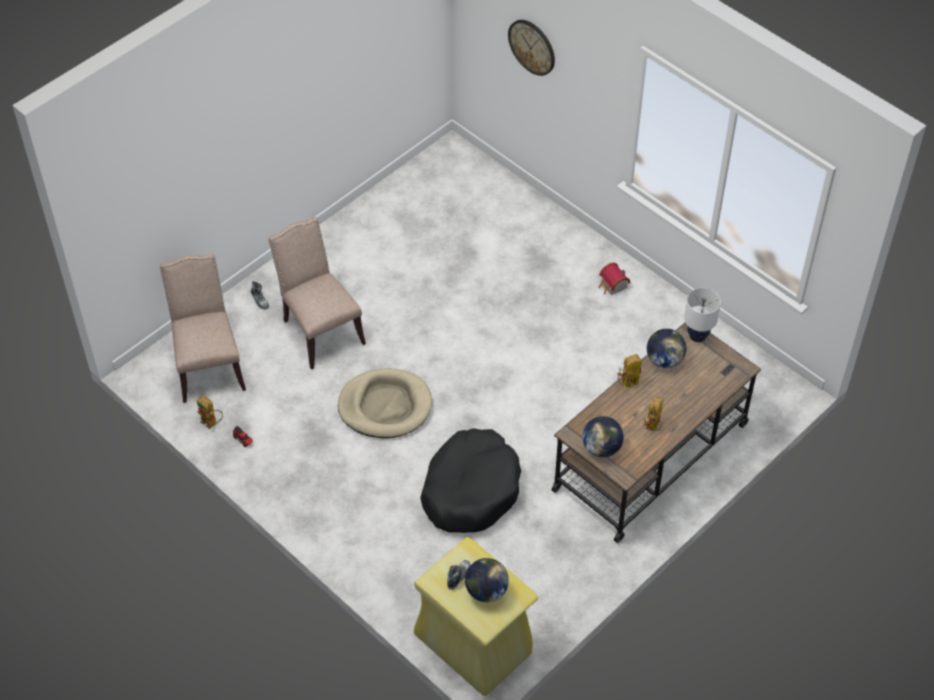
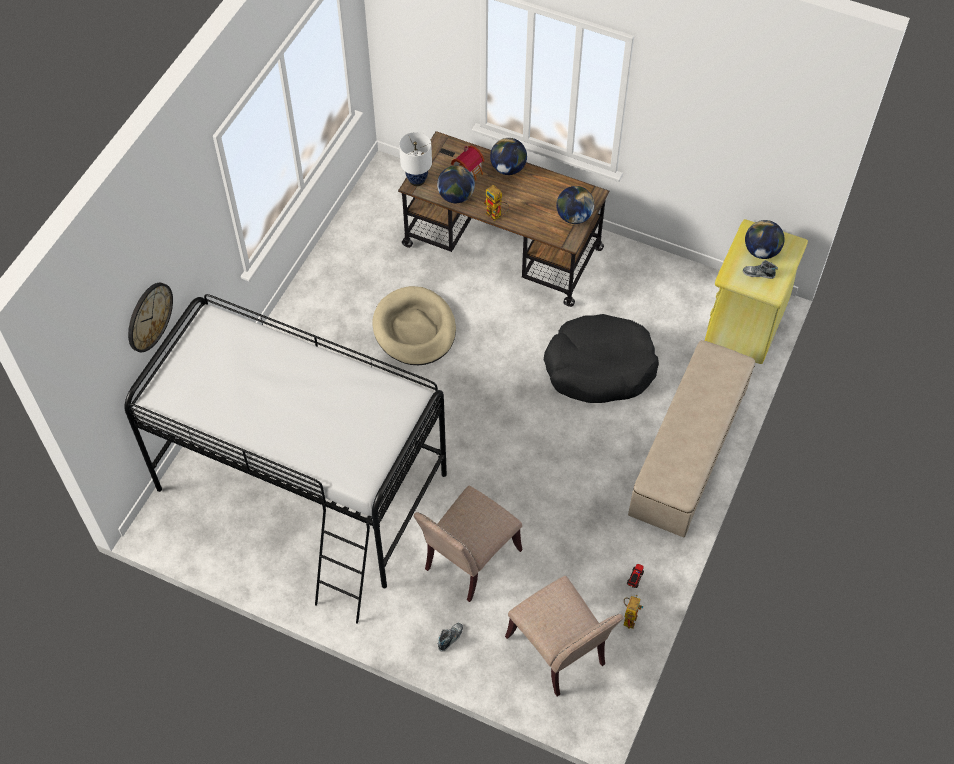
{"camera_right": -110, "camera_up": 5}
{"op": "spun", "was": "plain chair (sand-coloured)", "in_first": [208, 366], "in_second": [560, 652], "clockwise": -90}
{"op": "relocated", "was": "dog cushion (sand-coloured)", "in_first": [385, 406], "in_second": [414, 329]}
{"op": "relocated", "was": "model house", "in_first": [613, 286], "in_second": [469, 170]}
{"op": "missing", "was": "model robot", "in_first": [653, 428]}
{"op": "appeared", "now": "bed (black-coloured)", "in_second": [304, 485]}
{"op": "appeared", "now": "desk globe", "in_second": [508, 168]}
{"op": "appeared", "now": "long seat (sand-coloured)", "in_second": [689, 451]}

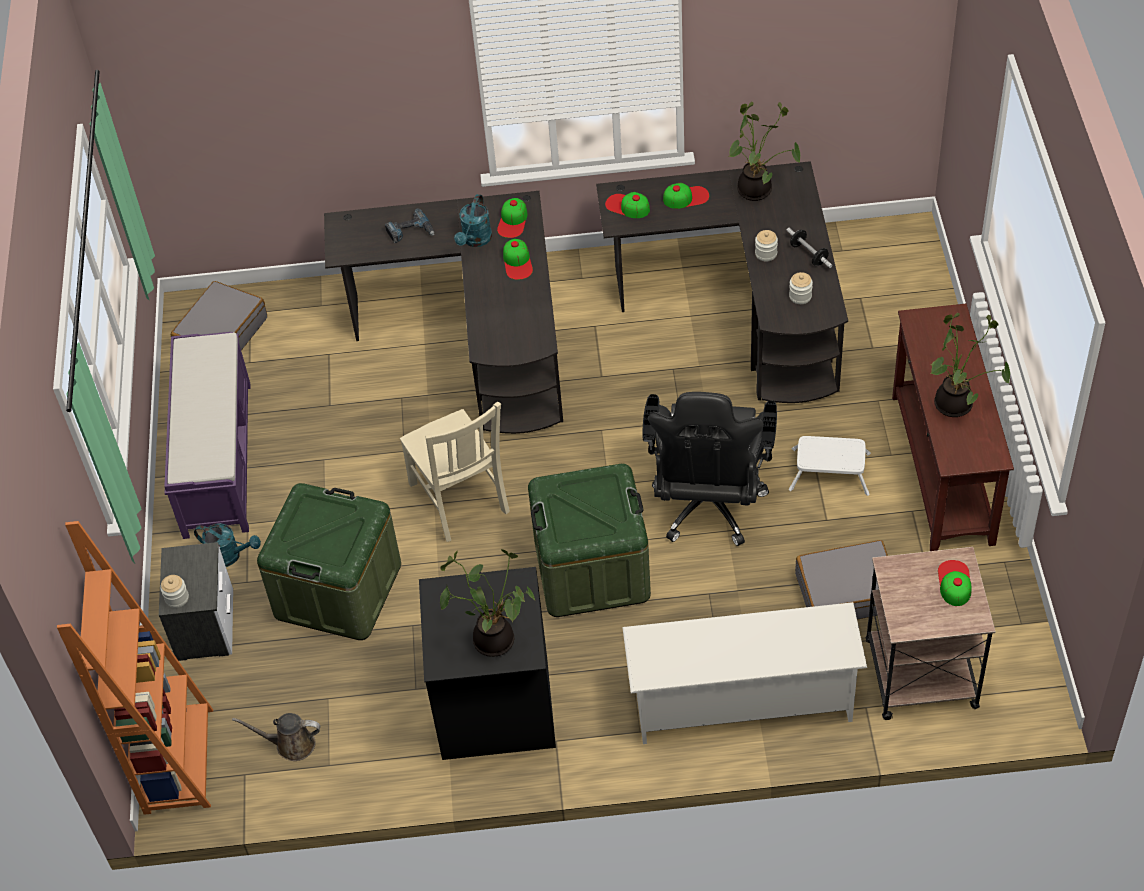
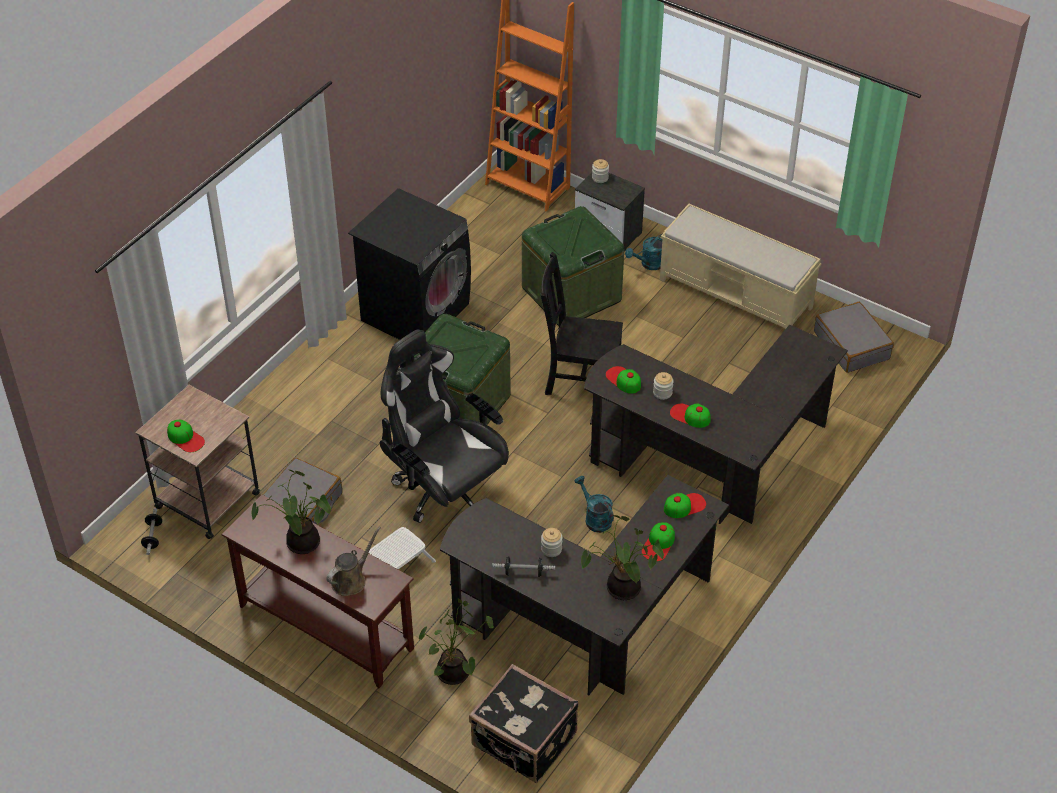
{"camera_right": 125, "camera_up": -5}
{"op": "colour", "was": "long seat (purplish)", "now": "long seat (sand-coloured)", "in_first": [217, 458], "in_second": [736, 294]}
{"op": "relocated", "was": "sprinkling can (brown-coloured)", "in_first": [291, 744], "in_second": [351, 580]}
{"op": "missing", "was": "drill", "in_first": [410, 232]}
{"op": "colour", "was": "plain chair (sand-coloured)", "now": "plain chair (black-coloured)", "in_first": [460, 500], "in_second": [579, 378]}
{"op": "relocated", "was": "houseplant", "in_first": [494, 637], "in_second": [455, 674]}
{"op": "relocated", "was": "sprinkling can (turquoise)", "in_first": [475, 240], "in_second": [595, 518]}
{"op": "relocated", "was": "peaked cap", "in_first": [513, 221], "in_second": [623, 380]}
{"op": "missing", "was": "shoe stand (whitish)", "in_first": [742, 701]}
{"op": "relocated", "was": "jar", "in_first": [800, 296], "in_second": [662, 393]}
{"op": "appeared", "now": "dumbbell", "in_second": [153, 536]}
{"op": "appeared", "now": "suitcase (black-coloured)", "in_second": [523, 742]}

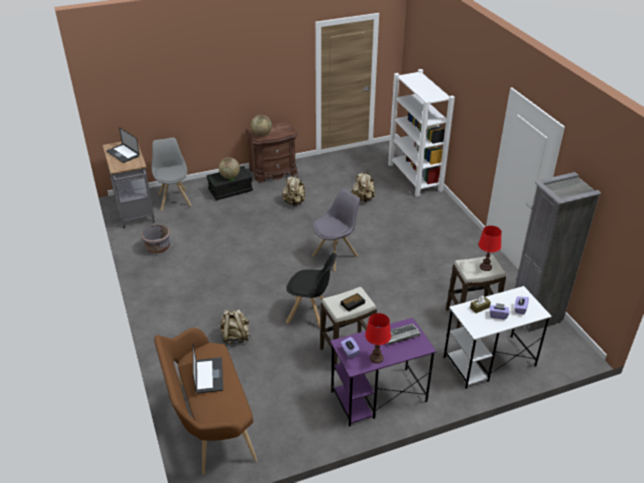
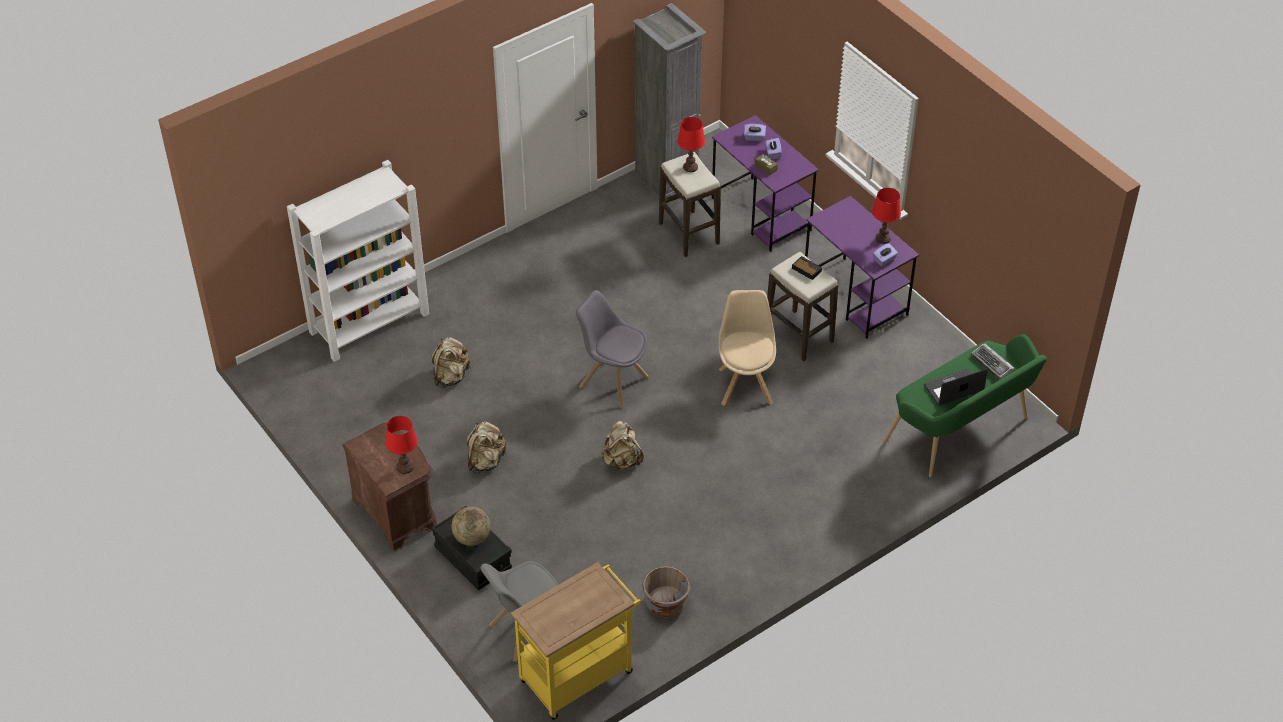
{"camera_right": -105, "camera_up": 10}
{"op": "colour", "was": "trolley (gray)", "now": "trolley (yellowish)", "in_first": [135, 212], "in_second": [579, 675]}
{"op": "missing", "was": "portable computer", "in_first": [123, 154]}
{"op": "colour", "was": "long seat (brown-coloured)", "now": "long seat (greenish)", "in_first": [209, 424], "in_second": [962, 432]}
{"op": "relocated", "was": "knapsack (sand-coloured)", "in_first": [235, 337], "in_second": [621, 460]}
{"op": "exchanged", "was": "desk globe", "now": "tabletop lamp (reddish)", "in_first": [261, 134], "in_second": [404, 467]}
{"op": "colour", "was": "plain chair (black-coloured)", "now": "plain chair (sand-coloured)", "in_first": [310, 314], "in_second": [745, 383]}
{"op": "relocated", "was": "keyboard", "in_first": [400, 336], "in_second": [992, 364]}
{"op": "colour", "was": "desk (whitish)", "now": "desk (purplish)", "in_first": [488, 362], "in_second": [761, 214]}

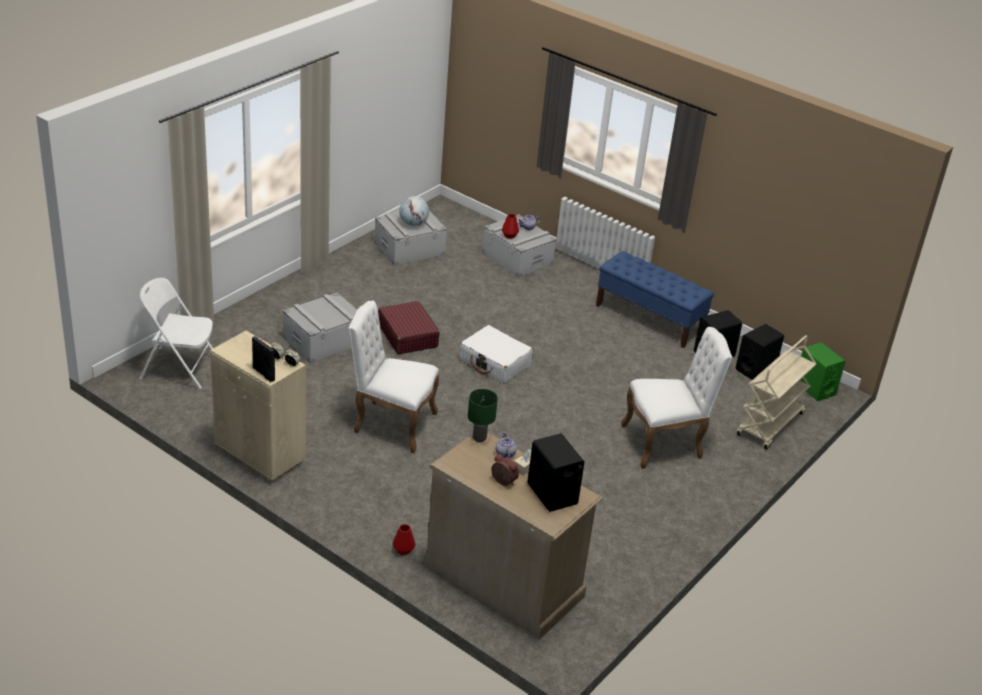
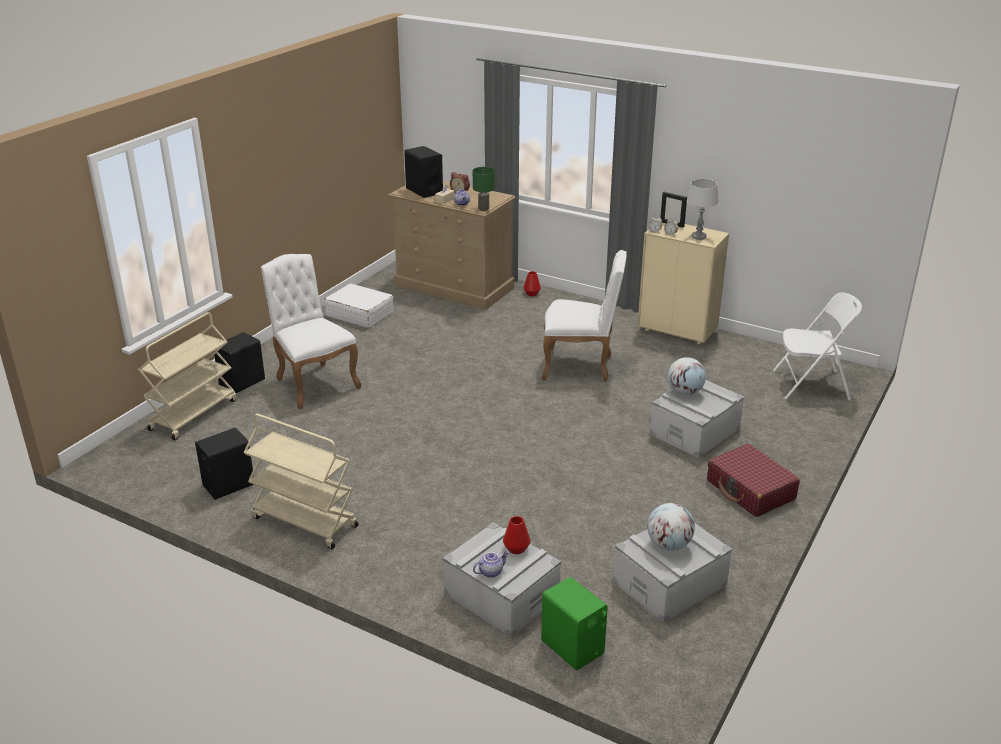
{"camera_right": 175, "camera_up": -5}
{"op": "relocated", "was": "suitcase (reddish)", "in_first": [408, 335], "in_second": [750, 490]}
{"op": "relocated", "was": "suitcase (whitish)", "in_first": [495, 362], "in_second": [359, 314]}
{"op": "exchanged", "was": "long seat (bluish)", "now": "trolley (sand-coloured)", "in_first": [649, 318], "in_second": [303, 522]}
{"op": "spun", "was": "plain chair (whitish)", "in_first": [664, 444], "in_second": [314, 383], "clockwise": 75}
{"op": "relocated", "was": "speaker (black-coloured)", "in_first": [755, 369], "in_second": [242, 382]}
{"op": "relocated", "was": "speaker (greenish)", "in_first": [814, 388], "in_second": [572, 647]}
{"op": "appeared", "now": "desk globe", "in_second": [685, 392]}
{"op": "appeared", "now": "tabletop lamp (gray)", "in_second": [698, 237]}

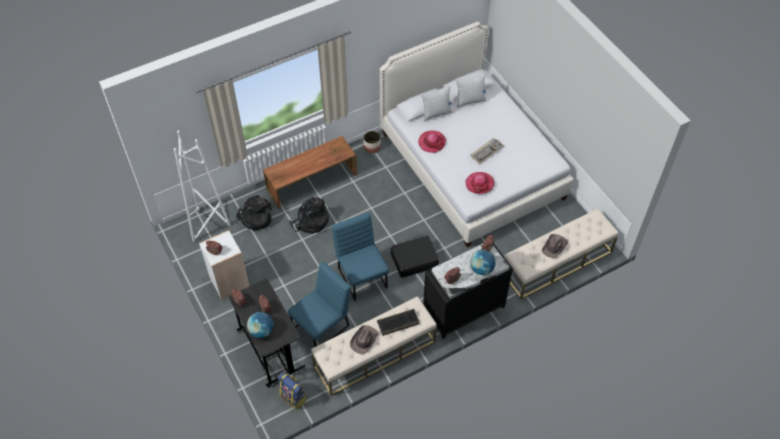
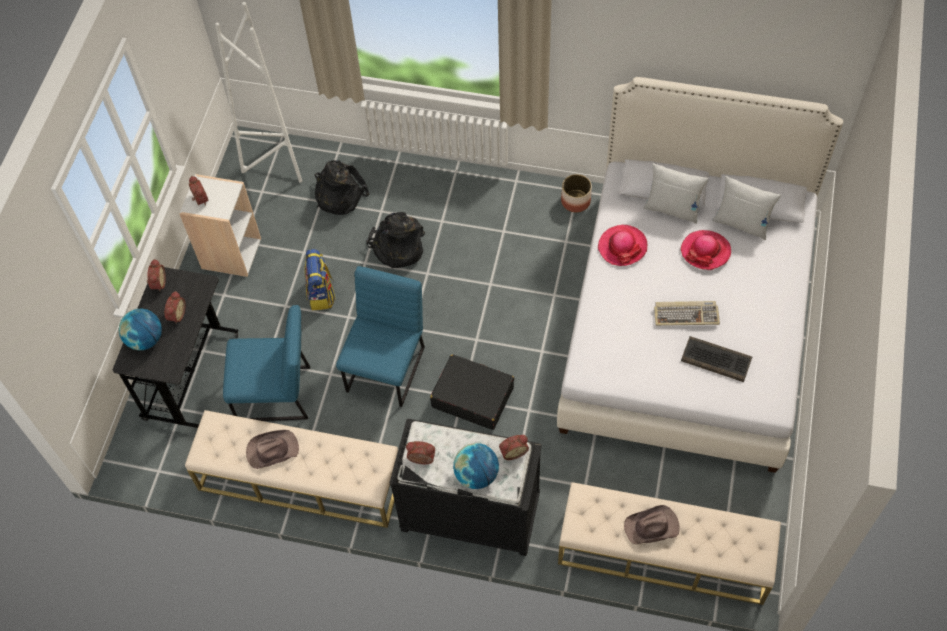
{"camera_right": 45, "camera_up": 5}
{"op": "missing", "was": "long seat (brown-coloured)", "in_first": [312, 181]}
{"op": "relocated", "was": "knapsack", "in_first": [293, 397], "in_second": [321, 294]}
{"op": "relocated", "was": "keyboard", "in_first": [398, 322], "in_second": [717, 359]}
{"op": "relocated", "was": "wearable hat", "in_first": [479, 183], "in_second": [705, 251]}

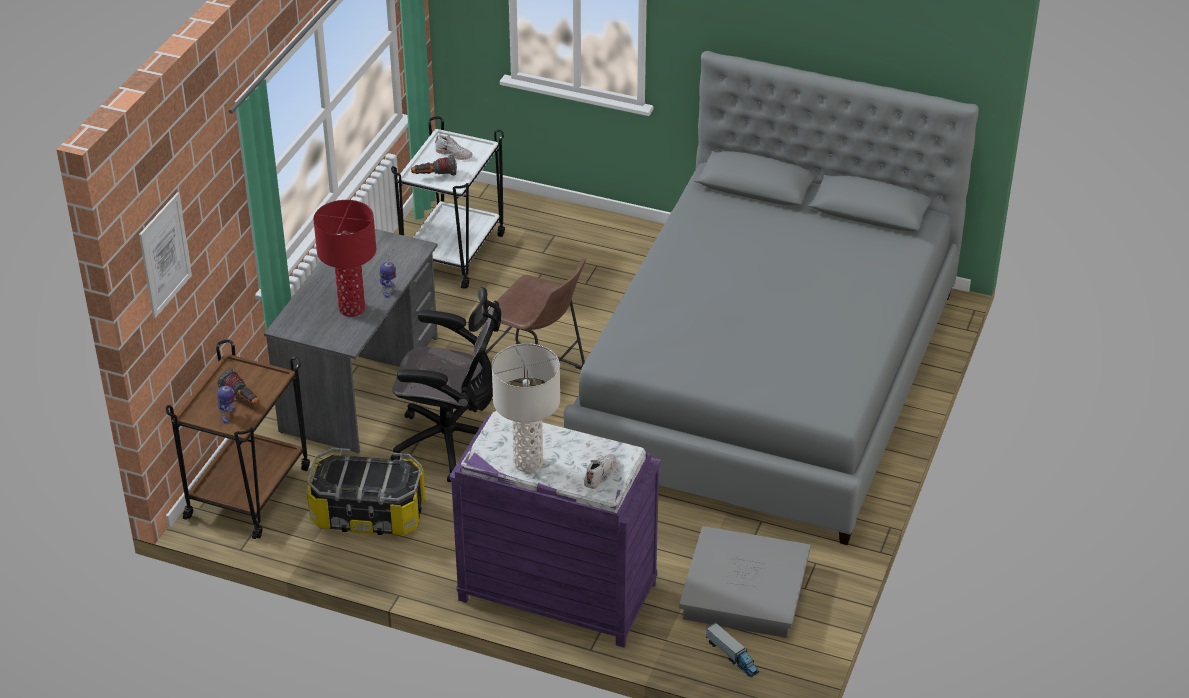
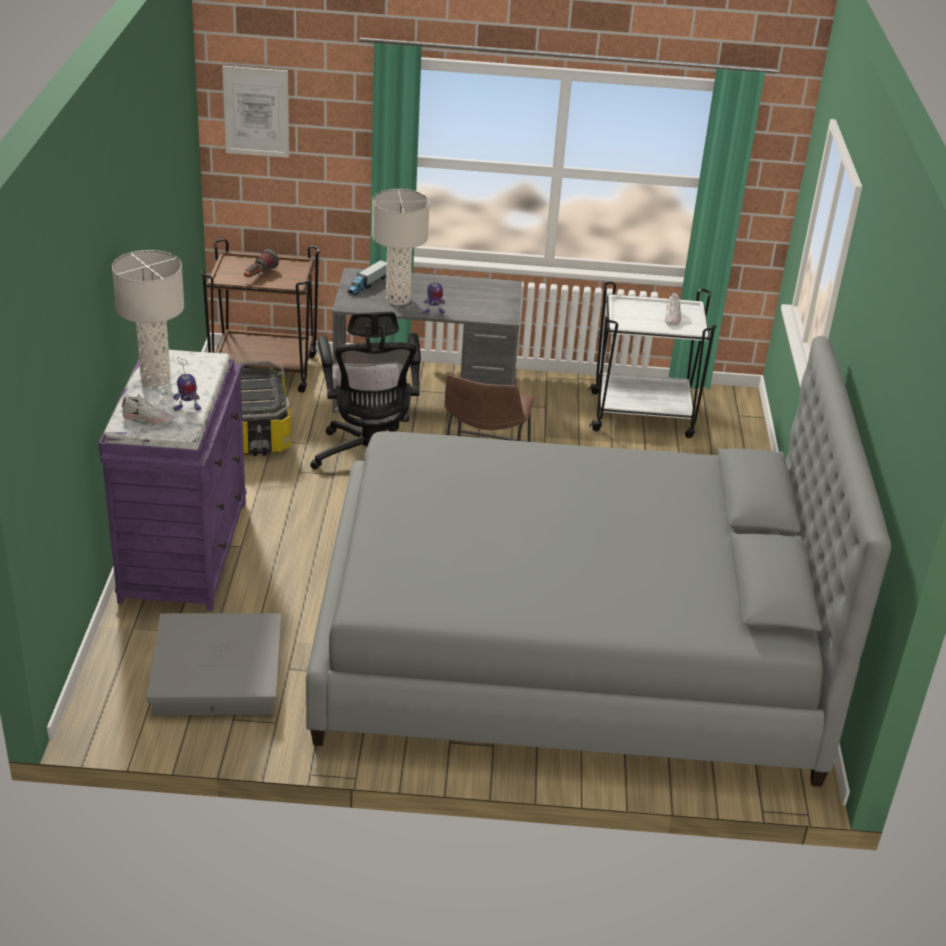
{"camera_right": 70, "camera_up": -5}
{"op": "relocated", "was": "model robot", "in_first": [228, 415], "in_second": [187, 408]}
{"op": "colour", "was": "tabletop lamp (reddish)", "now": "tabletop lamp (whitish)", "in_first": [351, 309], "in_second": [397, 299]}
{"op": "missing", "was": "hand torch", "in_first": [434, 176]}
{"op": "relocated", "was": "toy lorry", "in_first": [732, 656], "in_second": [368, 285]}

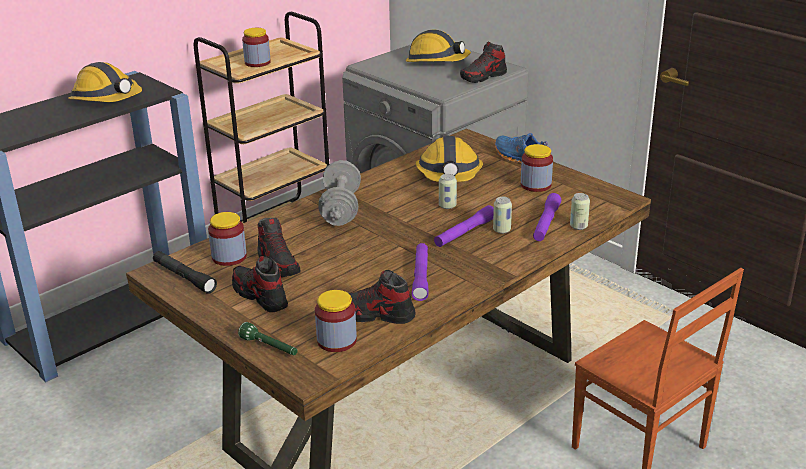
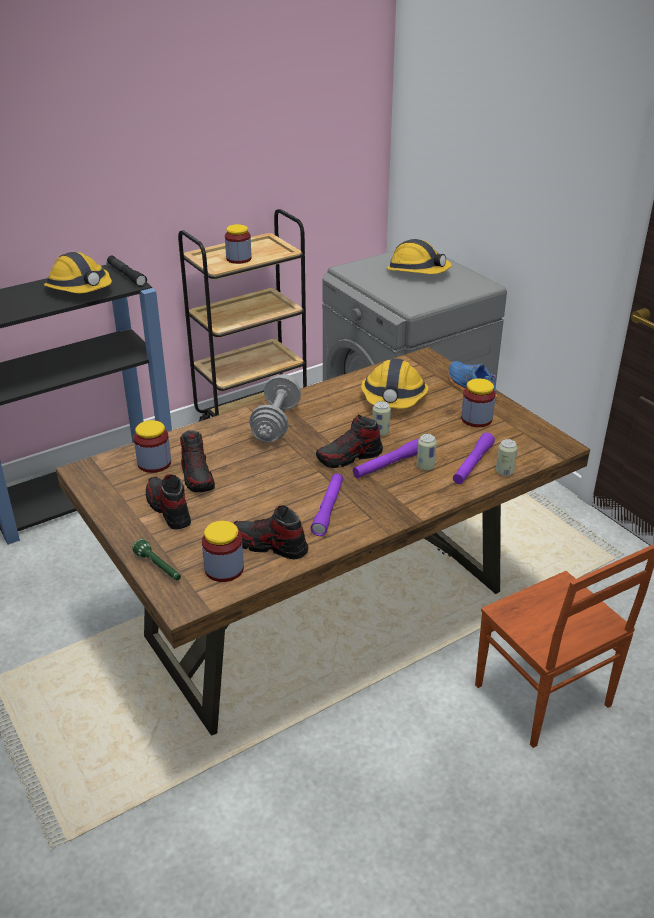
{"camera_right": 10, "camera_up": 5}
{"op": "relocated", "was": "hand torch (black-coloured)", "in_first": [184, 277], "in_second": [126, 275]}
{"op": "relocated", "was": "item of footwear", "in_first": [483, 77], "in_second": [349, 457]}

